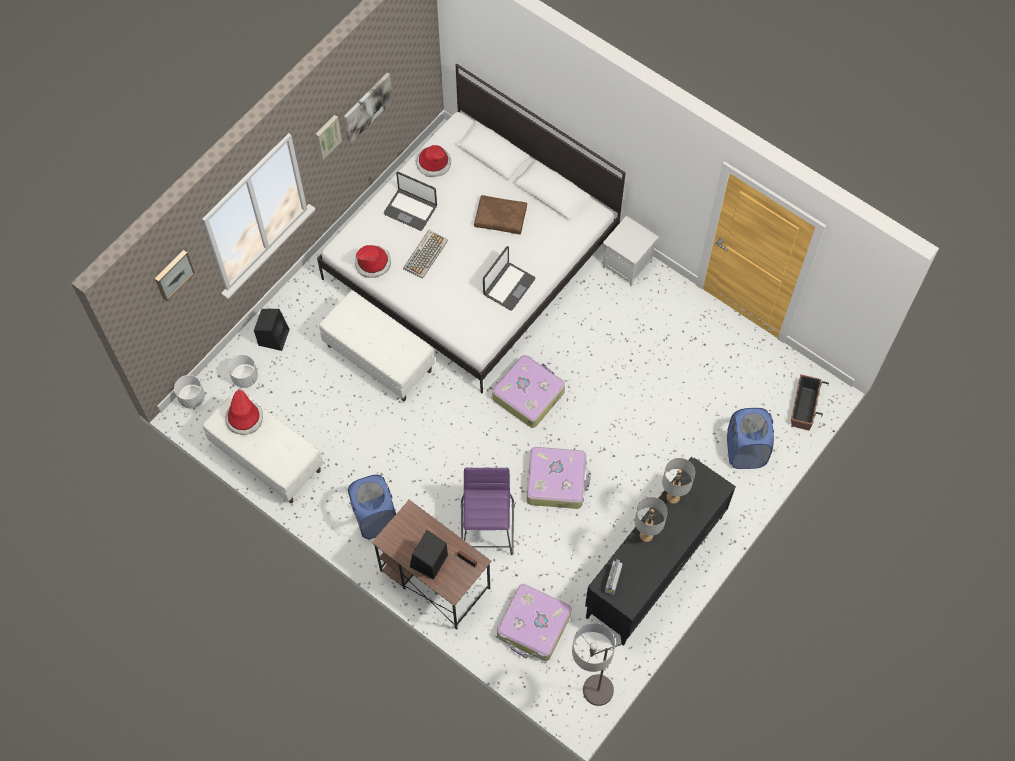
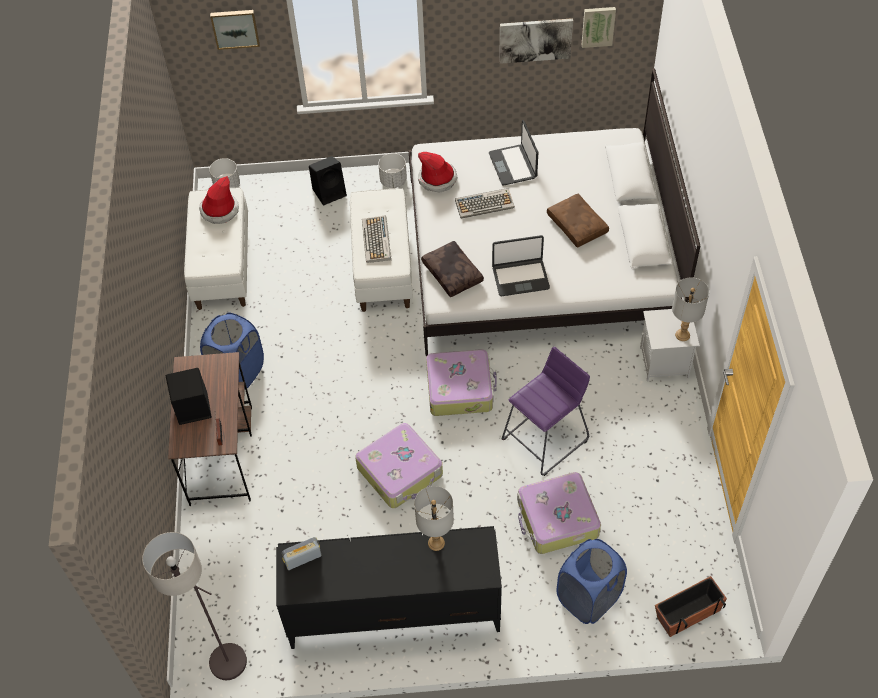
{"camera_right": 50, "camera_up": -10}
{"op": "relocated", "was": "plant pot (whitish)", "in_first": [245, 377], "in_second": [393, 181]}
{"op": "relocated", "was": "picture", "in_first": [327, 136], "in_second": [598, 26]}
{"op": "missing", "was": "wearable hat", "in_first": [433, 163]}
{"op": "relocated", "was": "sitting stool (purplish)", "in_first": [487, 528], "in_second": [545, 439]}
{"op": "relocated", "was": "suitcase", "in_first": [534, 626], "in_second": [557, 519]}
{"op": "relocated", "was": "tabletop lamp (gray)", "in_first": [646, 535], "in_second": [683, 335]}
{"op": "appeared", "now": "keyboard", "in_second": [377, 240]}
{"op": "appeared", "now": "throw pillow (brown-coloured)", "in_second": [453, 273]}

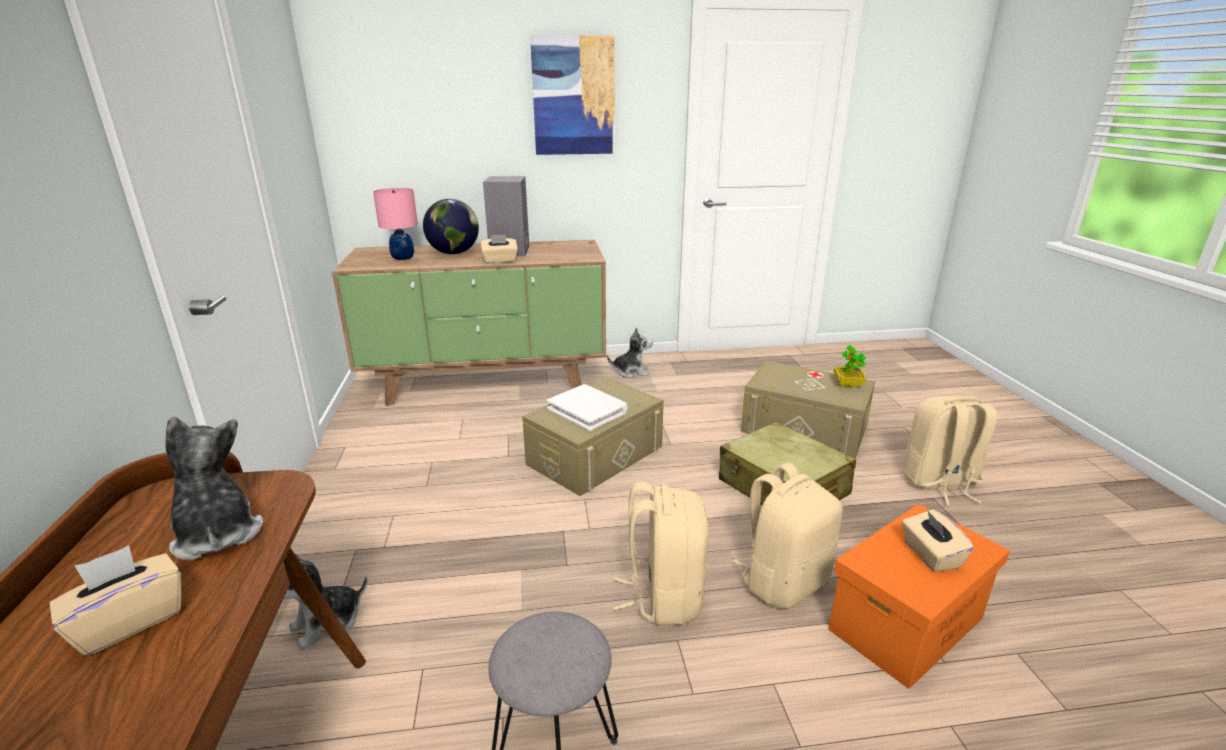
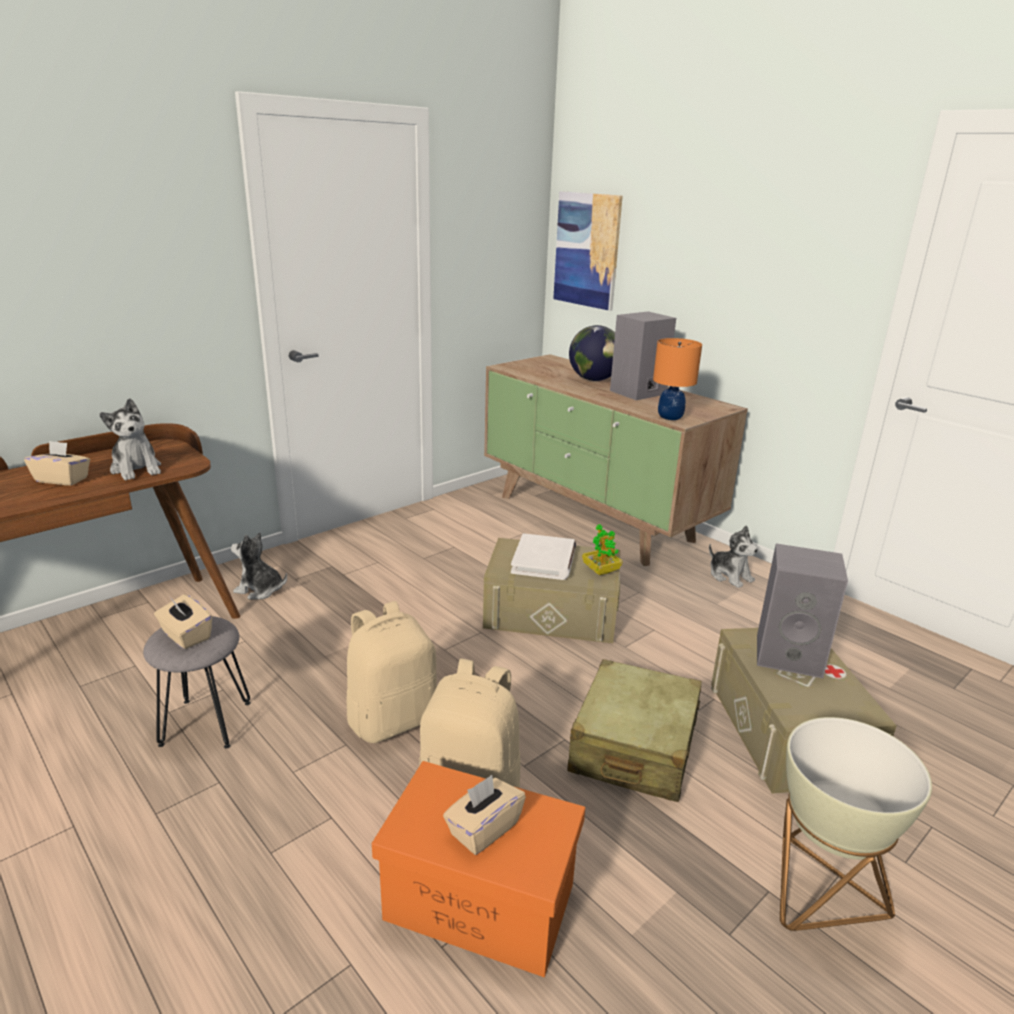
{"camera_right": 55, "camera_up": 0}
{"op": "spun", "was": "cuddly toy", "in_first": [217, 534], "in_second": [137, 469], "clockwise": 120}
{"op": "missing", "was": "tabletop lamp (pinkish)", "in_first": [403, 258]}
{"op": "relocated", "was": "box of tissues (sand-coloured)", "in_first": [500, 261], "in_second": [185, 636]}
{"op": "relocated", "was": "picture", "in_first": [573, 96], "in_second": [587, 250]}
{"op": "relocated", "was": "houseplant", "in_first": [847, 384], "in_second": [601, 571]}
{"op": "exchanged", "was": "knapsack (sand-coloured)", "now": "plant pot", "in_first": [940, 483], "in_second": [817, 894]}
{"op": "appeared", "now": "tabletop lamp (orange)", "in_second": [671, 418]}
{"op": "appeared", "now": "speaker (gray)", "in_second": [790, 655]}

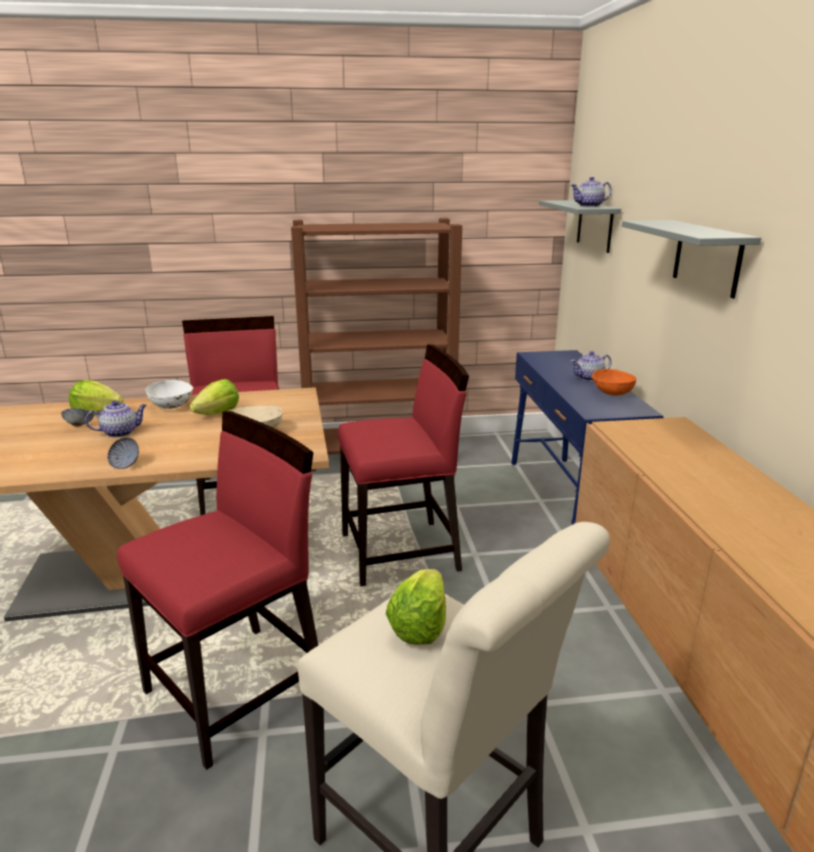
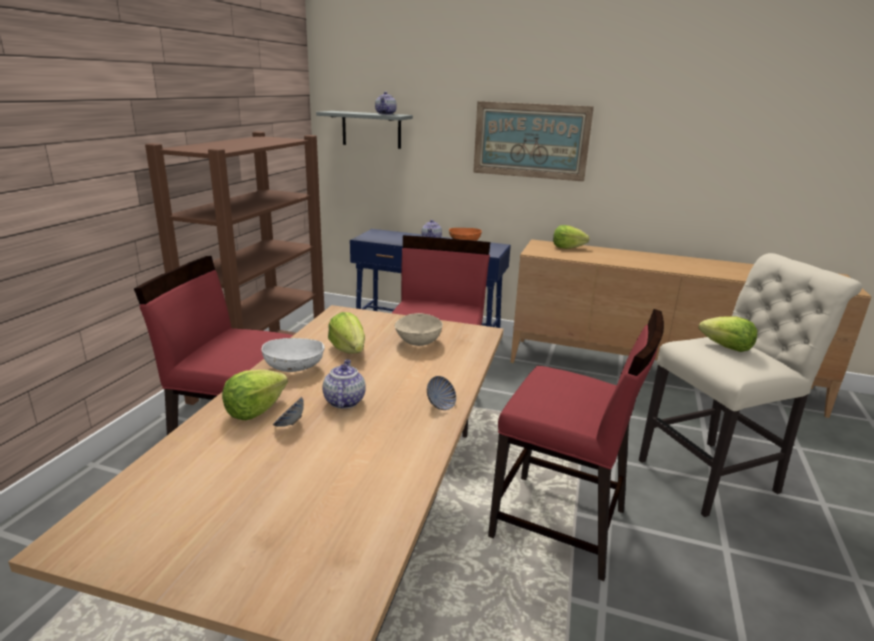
{"camera_right": -65, "camera_up": 0}
{"op": "spun", "was": "plain chair (reddish)", "in_first": [238, 690], "in_second": [560, 524], "clockwise": 135}
{"op": "exchanged", "was": "shelf (gray)", "now": "picture", "in_first": [707, 257], "in_second": [530, 141]}
{"op": "appeared", "now": "head of lettuce", "in_second": [567, 247]}

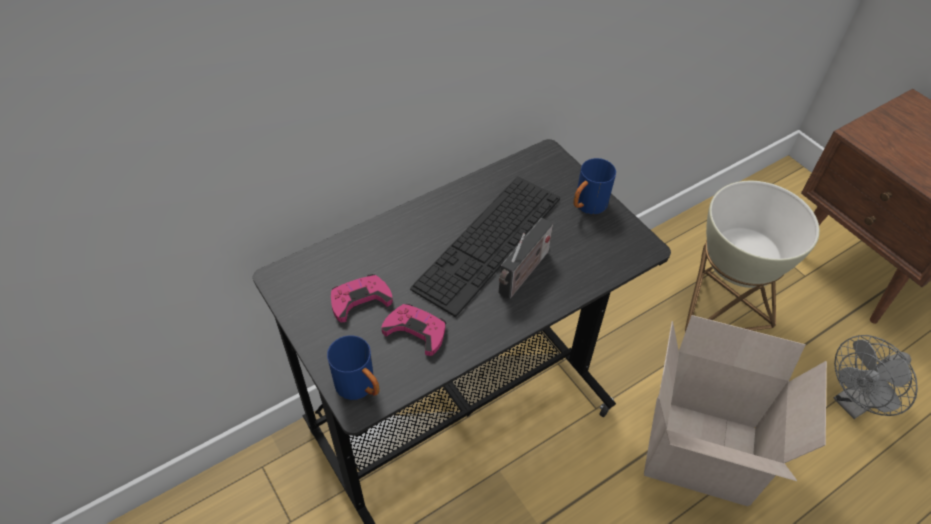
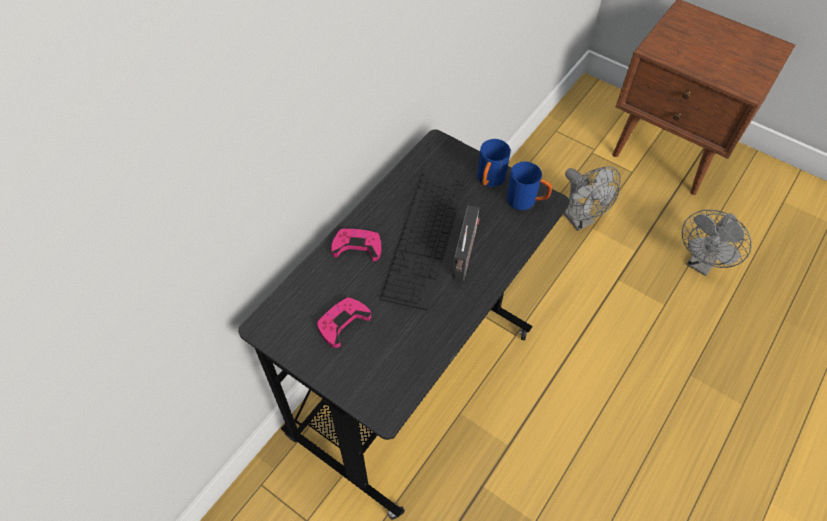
{"camera_right": -20, "camera_up": 5}
{"op": "relocated", "was": "coffee mug (bluish)", "in_first": [360, 388], "in_second": [526, 201]}
{"op": "relocated", "was": "gamepad (pinkish)", "in_first": [416, 331], "in_second": [357, 246]}
{"op": "missing", "was": "packing box", "in_first": [697, 454]}
{"op": "exchanged", "was": "plant pot", "now": "cooling fan (gray)", "in_first": [720, 308], "in_second": [579, 219]}

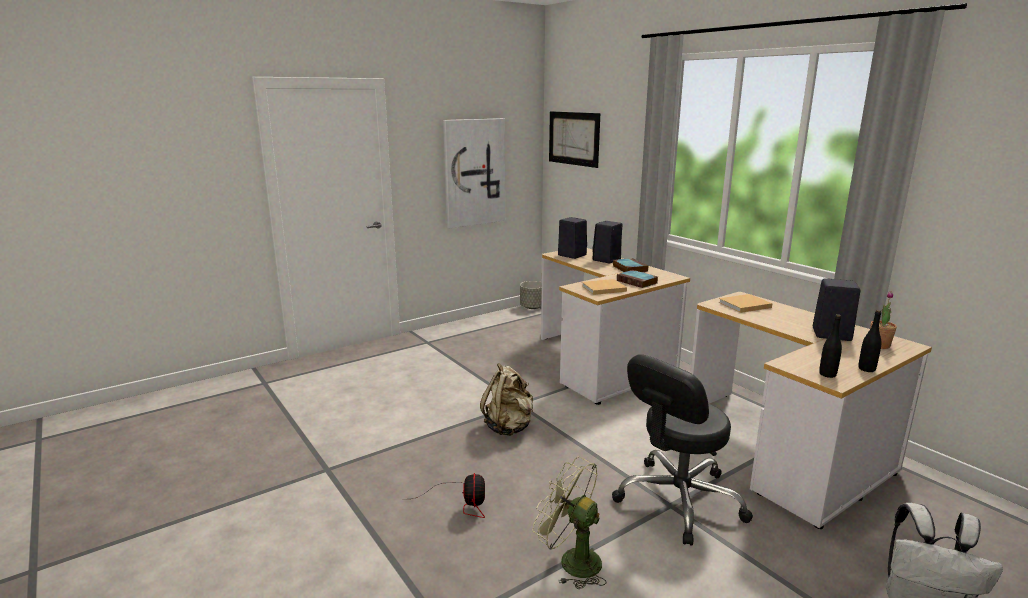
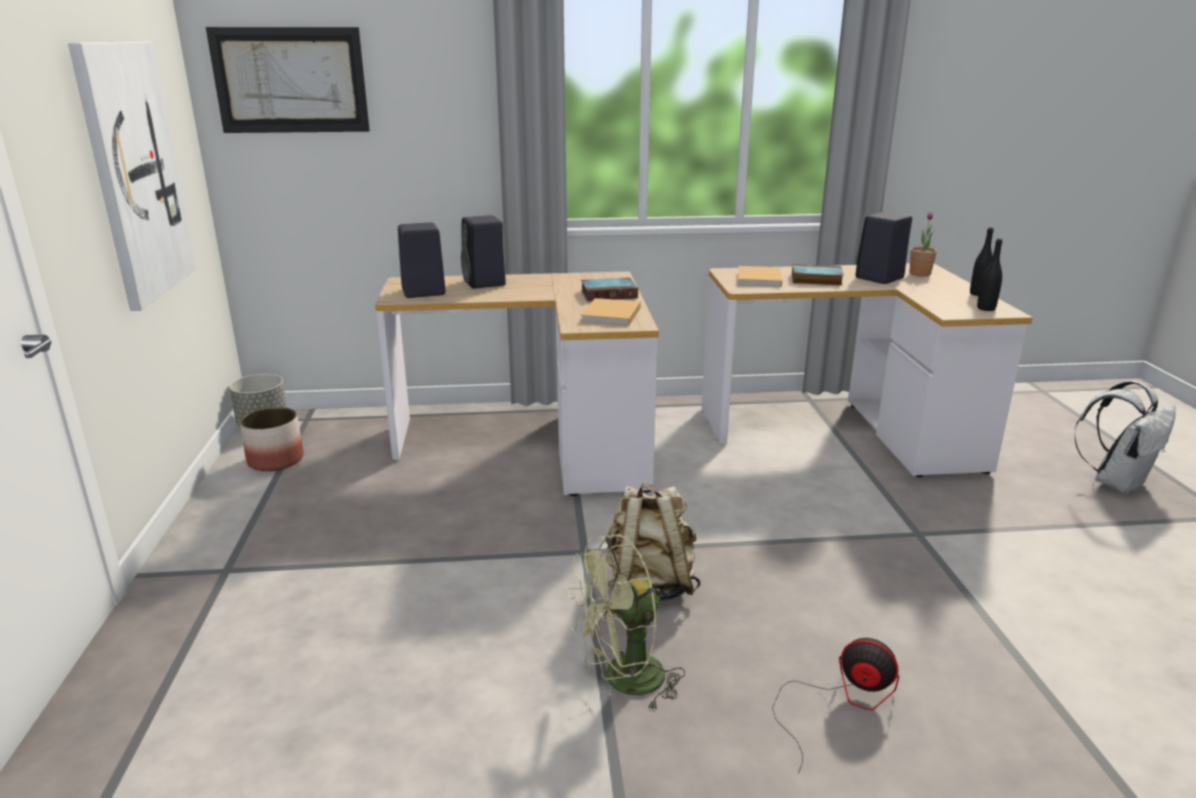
{"camera_right": -60, "camera_up": 5}
{"op": "relocated", "was": "cooling fan (greenish)", "in_first": [571, 560], "in_second": [623, 681]}
{"op": "missing", "was": "computer chair (black-coloured)", "in_first": [676, 503]}
{"op": "relocated", "was": "volume", "in_first": [629, 268], "in_second": [815, 279]}
{"op": "appeared", "now": "plant pot", "in_second": [275, 460]}

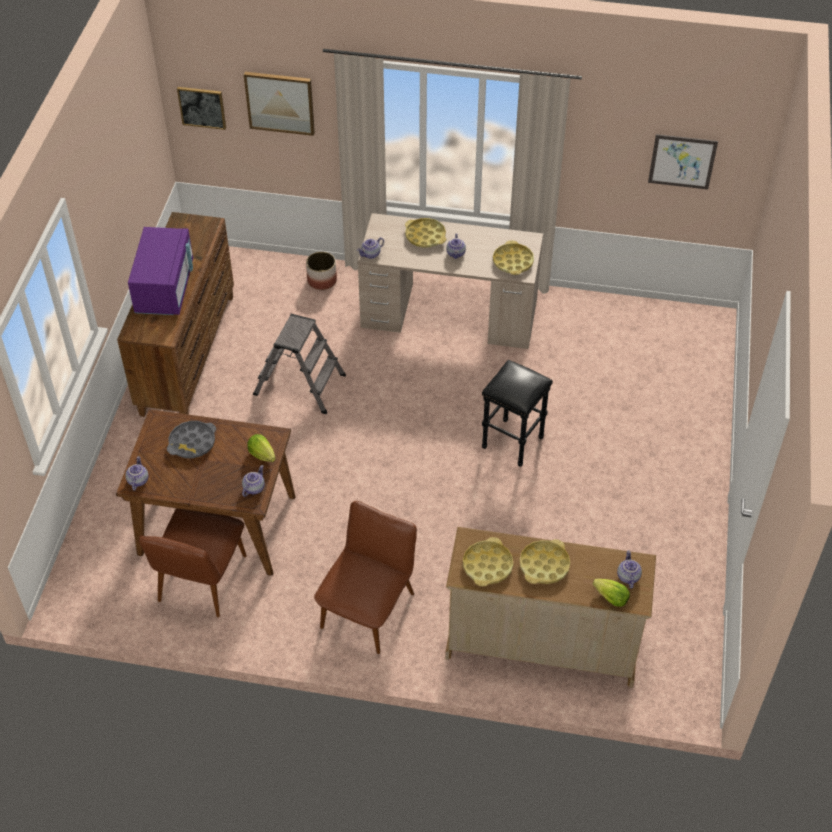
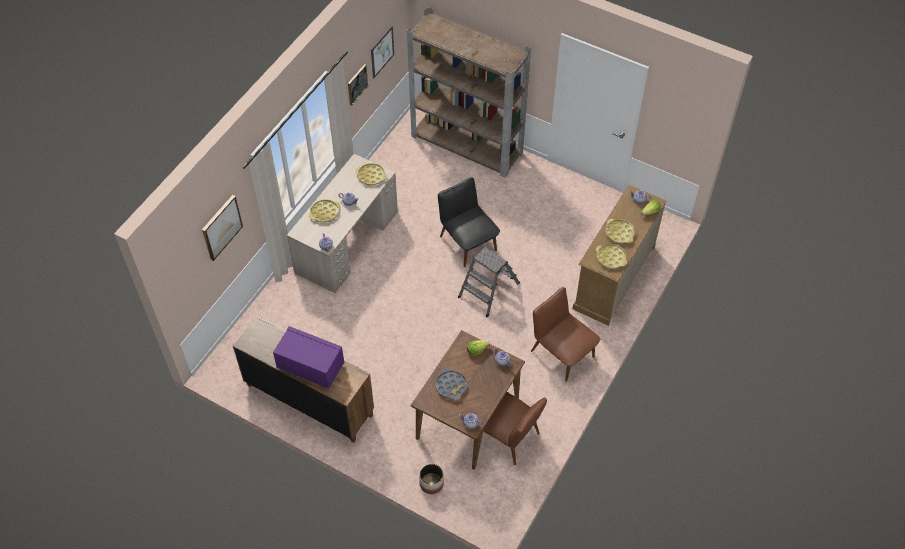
{"camera_right": -70, "camera_up": 5}
{"op": "relocated", "was": "picture", "in_first": [202, 107], "in_second": [357, 84]}
{"op": "relocated", "was": "step stool (gray)", "in_first": [299, 384], "in_second": [488, 290]}
{"op": "relocated", "was": "plant pot", "in_first": [322, 280], "in_second": [431, 483]}
{"op": "exchanged", "was": "sitting stool (black-coloured)", "now": "plain chair (black-coloured)", "in_first": [514, 442], "in_second": [468, 243]}
{"op": "appeared", "now": "bookcase (brown-coloured)", "in_second": [467, 144]}

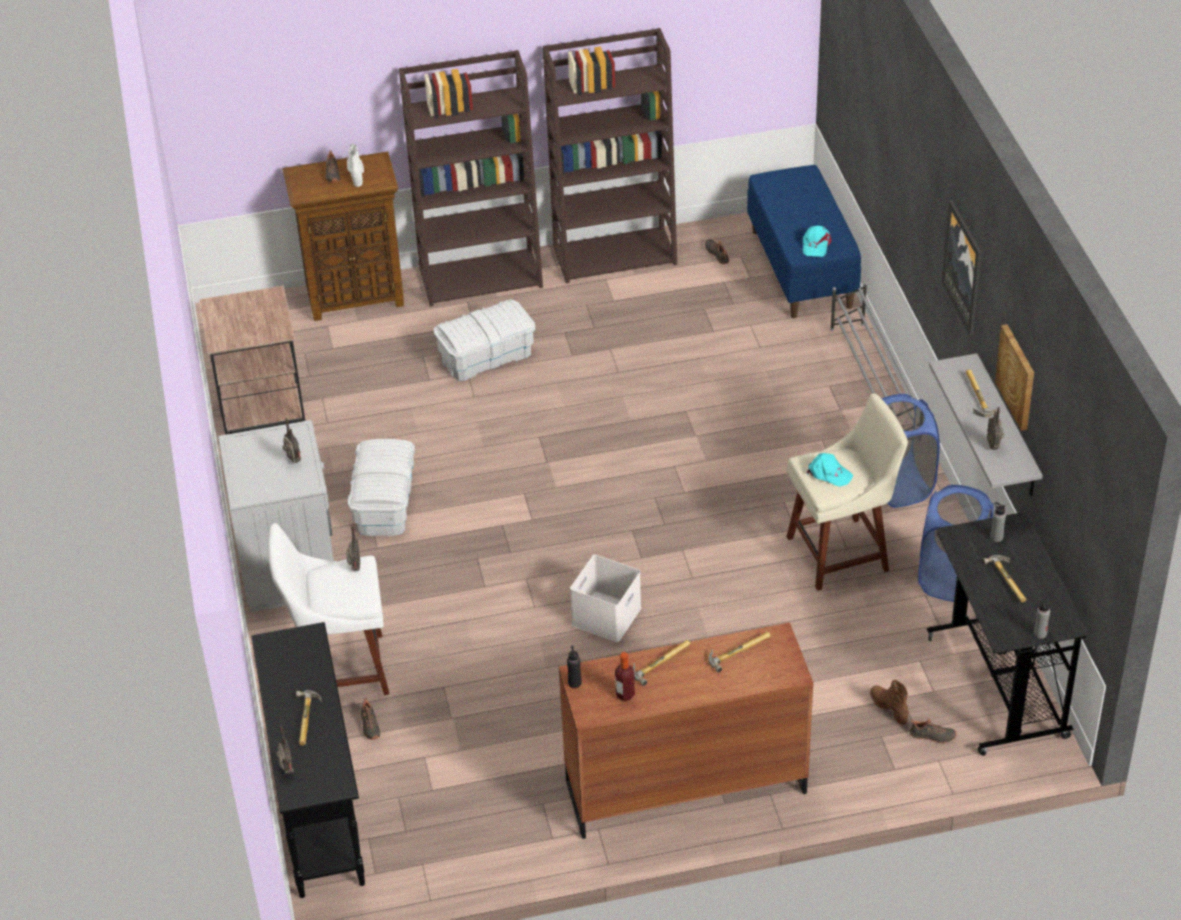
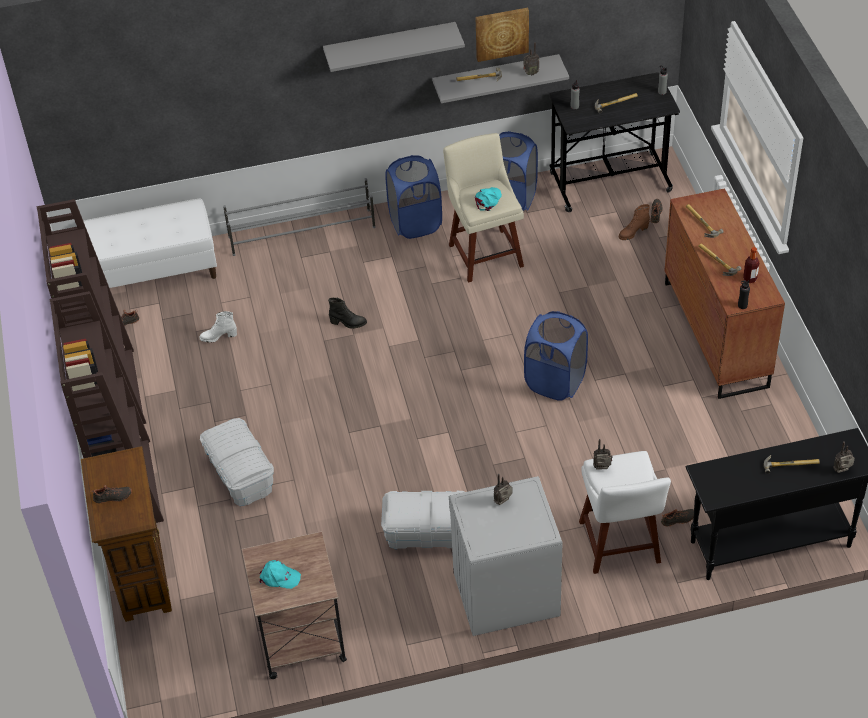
{"camera_right": -90, "camera_up": 5}
{"op": "relocated", "was": "high-top boot (whitish)", "in_first": [356, 174], "in_second": [218, 336]}
{"op": "exchanged", "was": "storage bin (whitish)", "now": "washing basket (bluish)", "in_first": [607, 617], "in_second": [555, 381]}
{"op": "colour", "was": "long seat (bluish)", "now": "long seat (whitish)", "in_first": [802, 269], "in_second": [153, 271]}
{"op": "relocated", "was": "peaked cap (turquoise)", "in_first": [815, 245], "in_second": [279, 577]}
{"op": "exchanged", "was": "picture", "now": "shelf (gray)", "in_first": [964, 267], "in_second": [390, 46]}
{"op": "appeared", "now": "high-top boot (black-coloured)", "in_second": [348, 323]}

